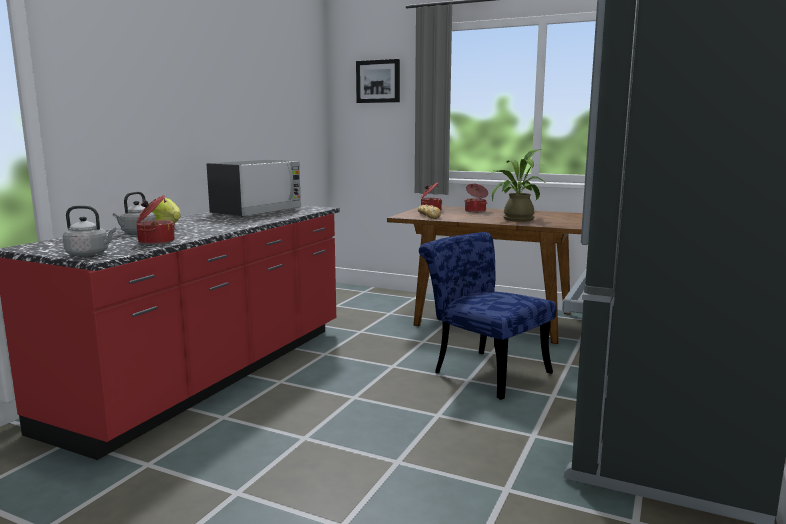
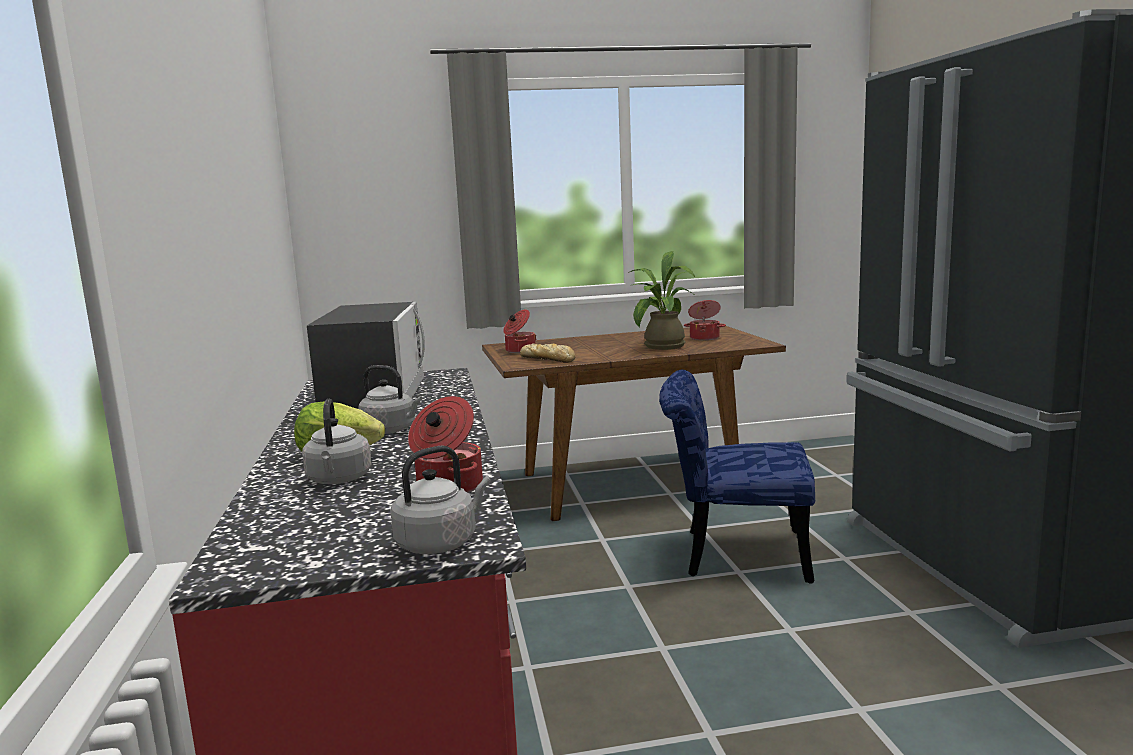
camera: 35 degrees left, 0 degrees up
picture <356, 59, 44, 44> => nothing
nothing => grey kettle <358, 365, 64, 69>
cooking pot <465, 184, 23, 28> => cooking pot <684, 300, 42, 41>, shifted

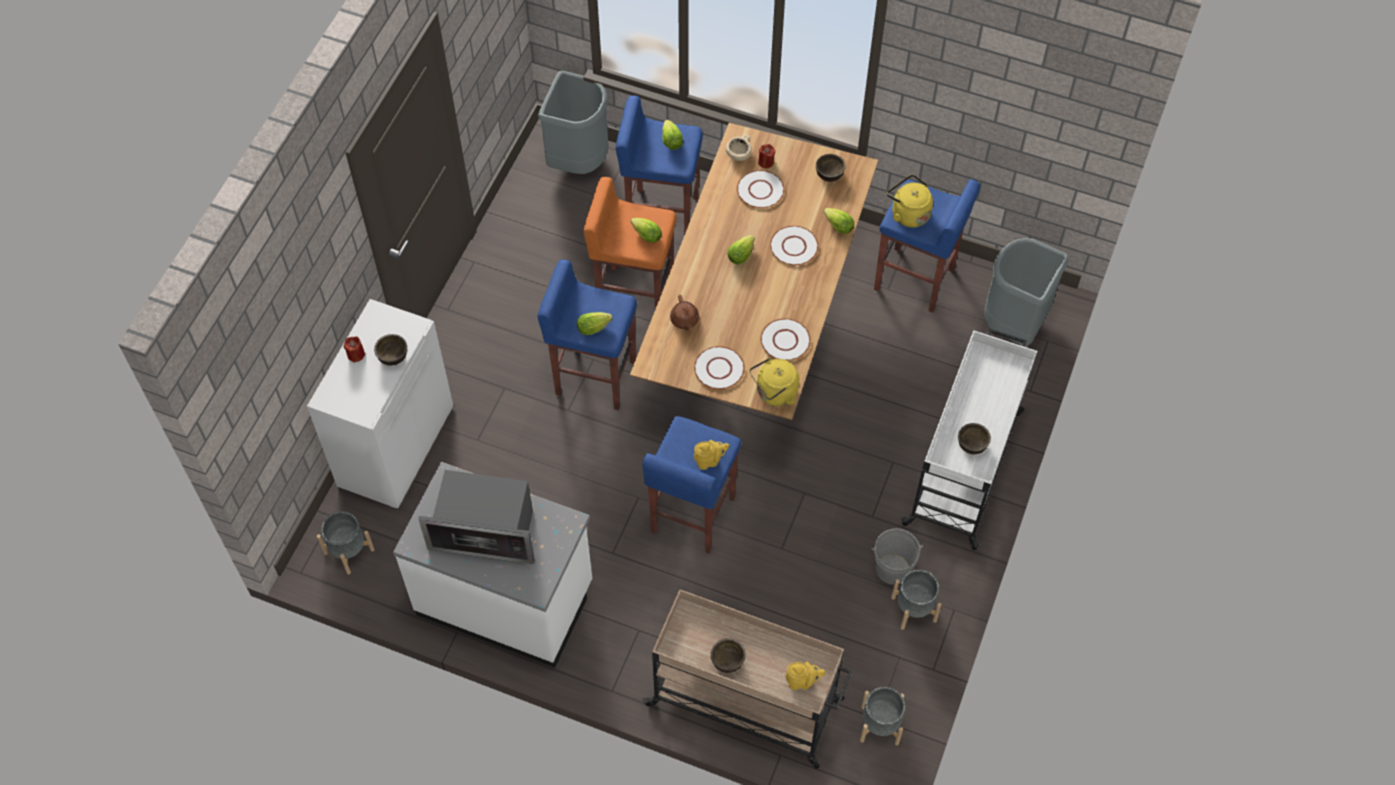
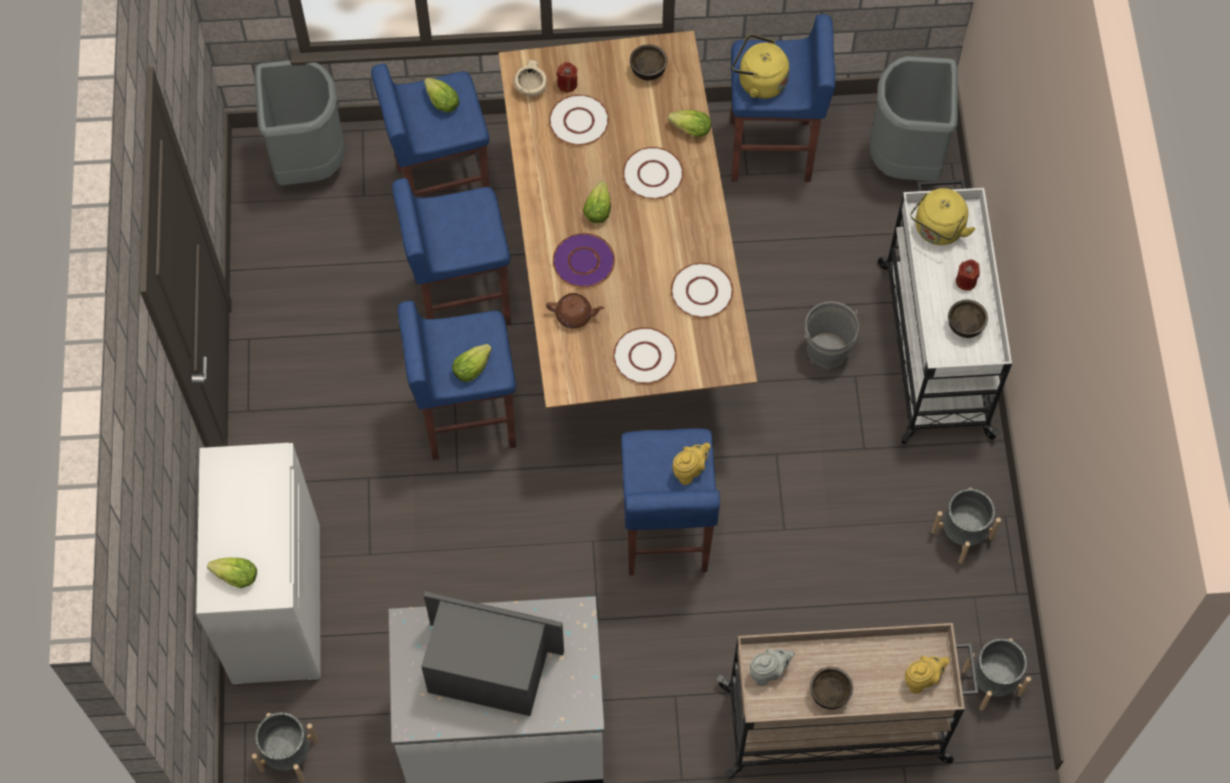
camera: 25 degrees left, 5 degrees up
brown bowl <374, 334, 33, 32> => nothing
nothing => purple plate <553, 233, 62, 55>
nothing => grey teapot <750, 648, 44, 38>
red candle <344, 336, 21, 27> => red candle <956, 260, 24, 31>, shifted
lettuce <631, 218, 31, 25> => lettuce <207, 558, 50, 30>, shifted
yellow kettle <749, 358, 50, 48> => yellow kettle <910, 188, 66, 57>, shifted
grey bucket <872, 529, 51, 56> => grey bucket <804, 301, 55, 67>, shifted
orange stool <584, 177, 93, 132> => blue stool <392, 178, 119, 148>
microwave <418, 470, 117, 94> => microwave <421, 591, 143, 125>, 150 degrees counterclockwise
brown teapot <670, 295, 29, 36> => brown teapot <546, 293, 59, 36>, 45 degrees counterclockwise

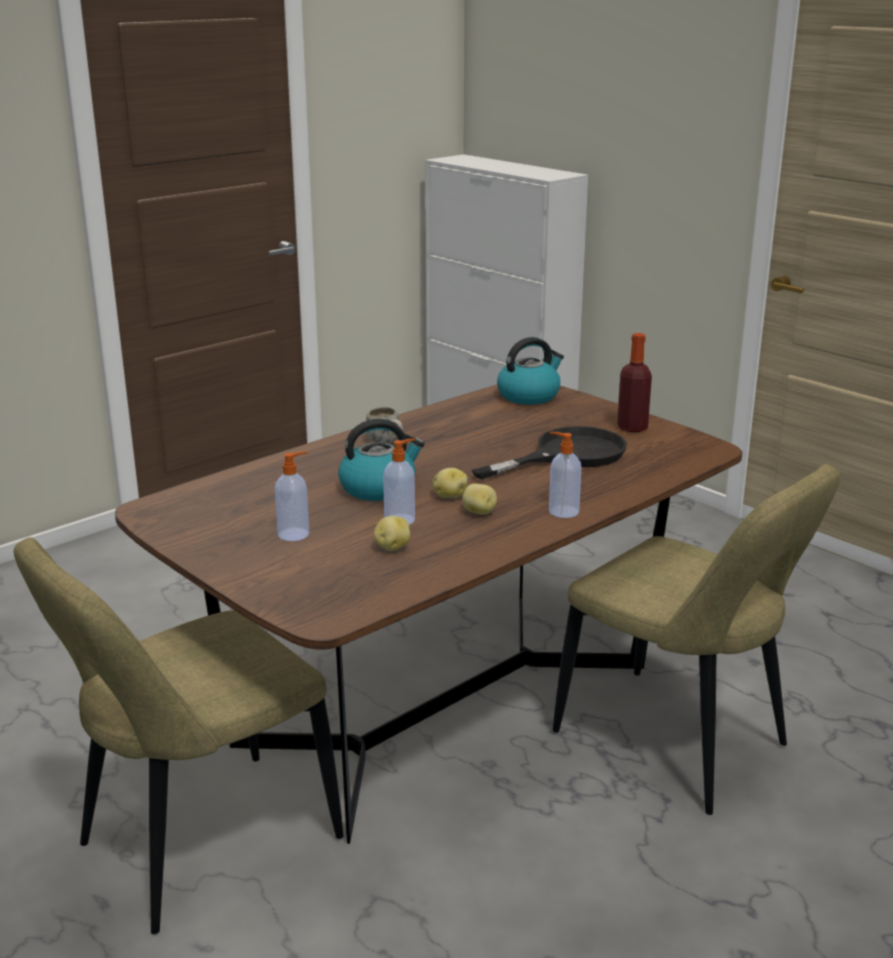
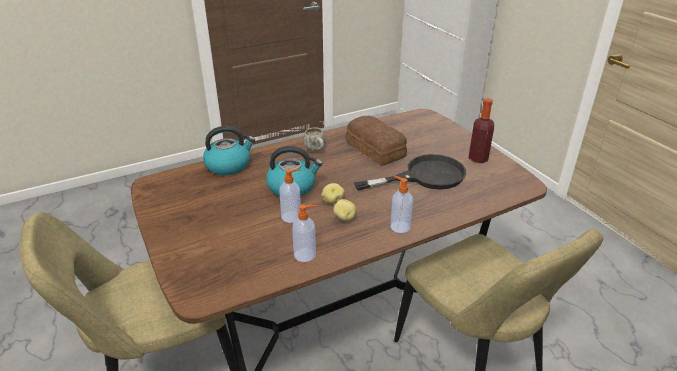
camera: 15 degrees right, 10 degrees up
potato <374, 516, 36, 35> => nothing
nothing => bread <345, 116, 62, 50>
soap dispenser <275, 452, 34, 89> => soap dispenser <292, 204, 24, 58>, shifted
kettle <497, 337, 67, 68> => kettle <203, 126, 52, 49>, shifted

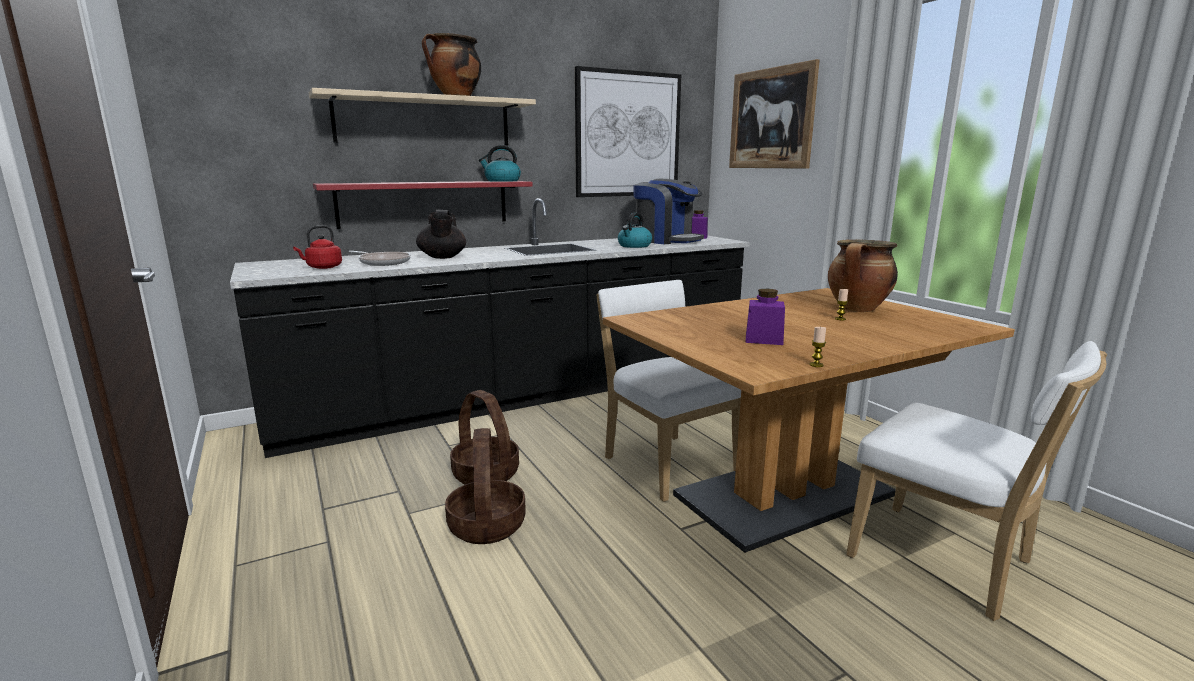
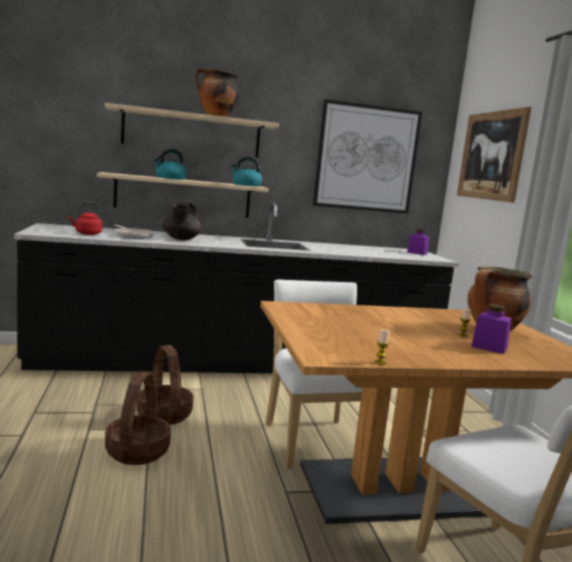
camera: 15 degrees right, 5 degrees down
coffee machine <633, 179, 71, 65> => nothing
kettle <618, 213, 34, 35> => kettle <154, 149, 33, 31>, shifted
purple jar <746, 289, 39, 56> => purple jar <471, 304, 41, 50>, shifted
red shelf <313, 181, 220, 48> => beige shelf <97, 172, 171, 46>

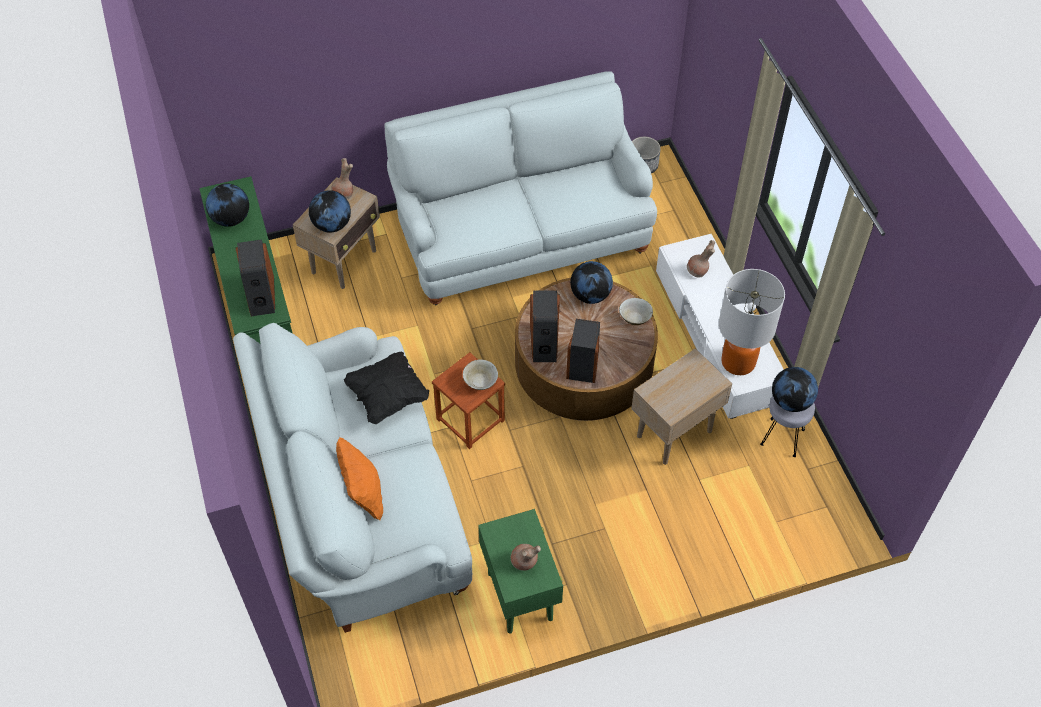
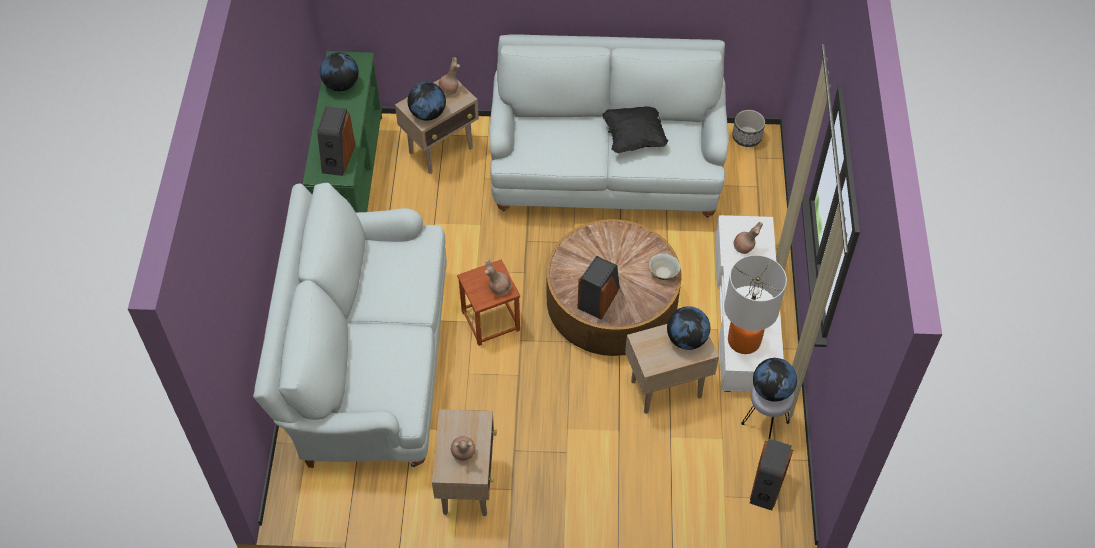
camera: 20 degrees right, 0 degrees up
orange pillow <336, 437, 47, 83> => nothing
black pillow <344, 352, 85, 72> => black pillow <603, 106, 65, 47>, shifted
speaker <530, 290, 30, 72> => speaker <750, 439, 43, 72>, shifted
globe <570, 261, 43, 43> => globe <667, 306, 43, 44>, shifted
beige bowl <463, 359, 35, 31> => brown vase <485, 260, 26, 35>
green side table <478, 509, 85, 125> => beige side table <432, 409, 65, 107>

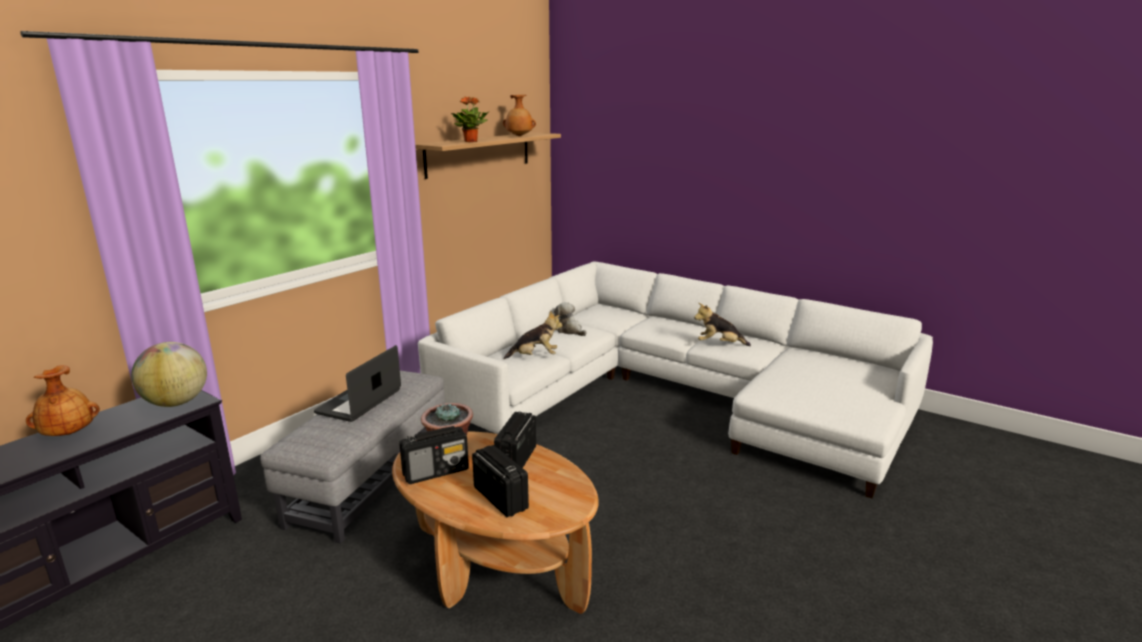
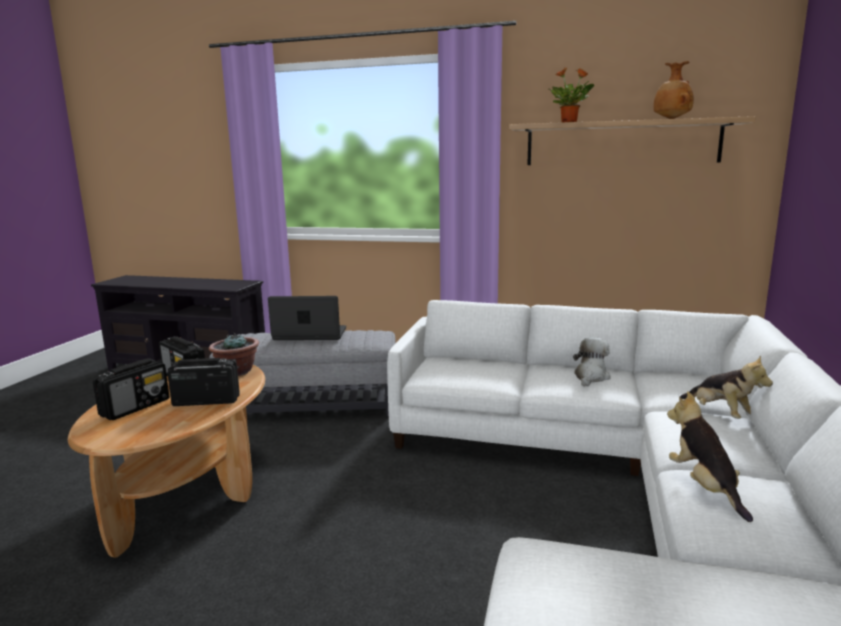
camera: 70 degrees right, 5 degrees down
brown vase <26, 365, 74, 71> => nothing
globe <131, 342, 76, 65> => nothing
plush toy <503, 311, 60, 48> => plush toy <680, 355, 93, 64>, shifted

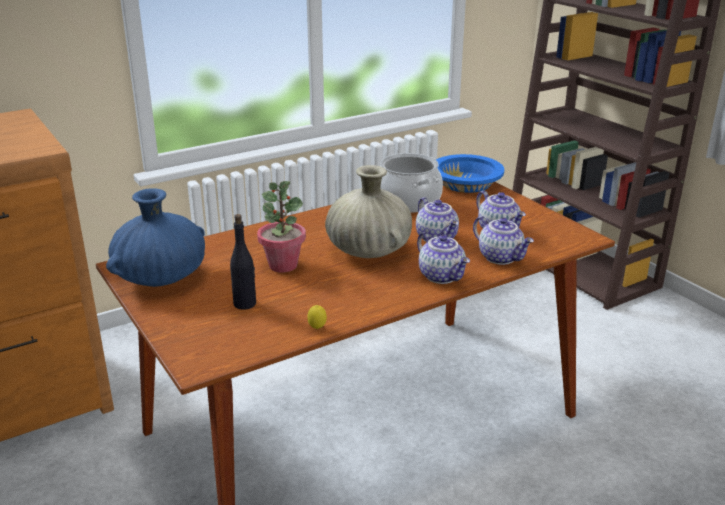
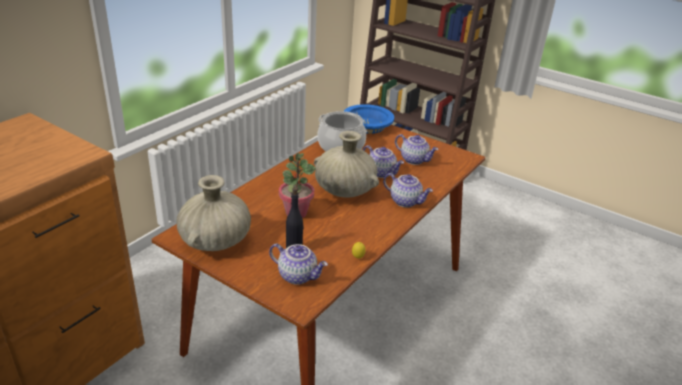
camera: 25 degrees left, 5 degrees up
teapot <473, 216, 61, 49> => teapot <269, 243, 59, 42>, shifted
blue vase <106, 188, 99, 99> => beige vase <176, 175, 75, 76>

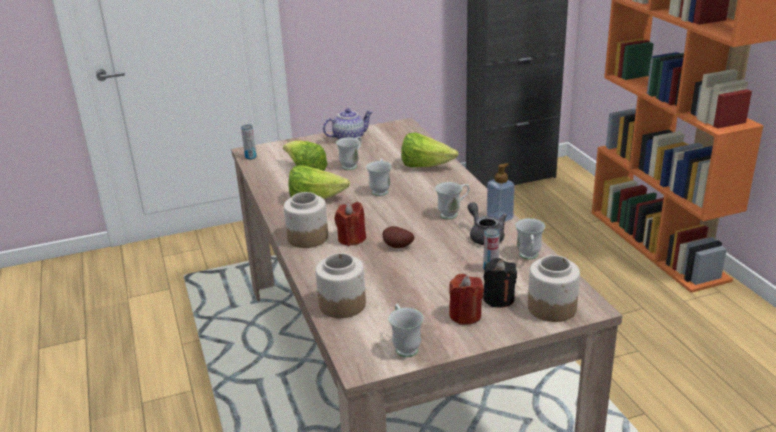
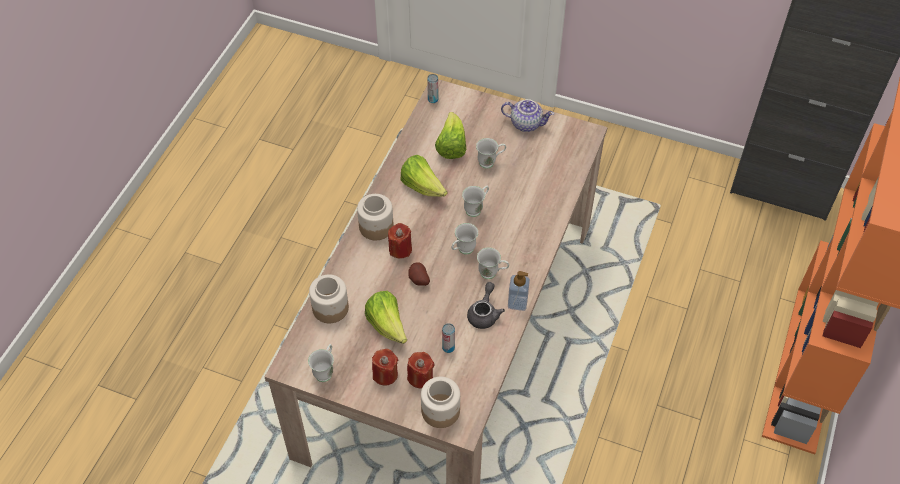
camera: 40 degrees right, 25 degrees up
lettuce <401, 132, 57, 35> => lettuce <365, 291, 42, 53>, shifted
white mug <515, 218, 30, 42> => white mug <452, 223, 26, 32>, shifted
black candle <483, 258, 34, 50> => red candle <407, 352, 27, 36>

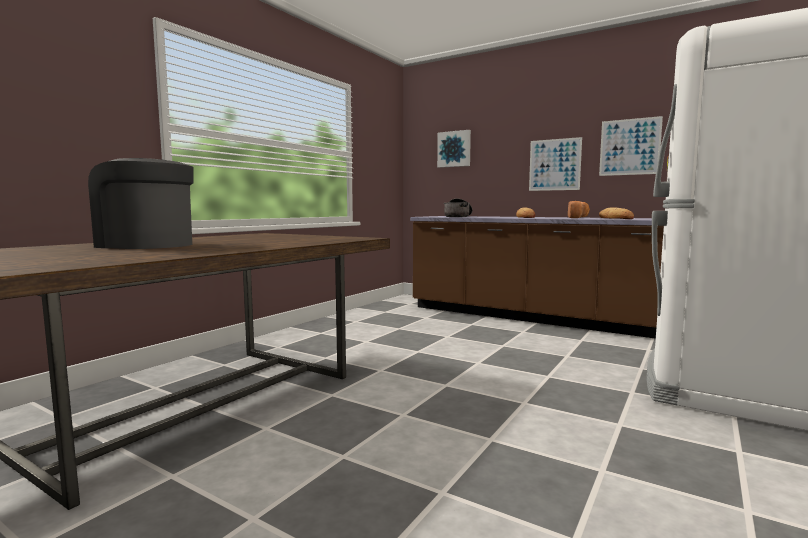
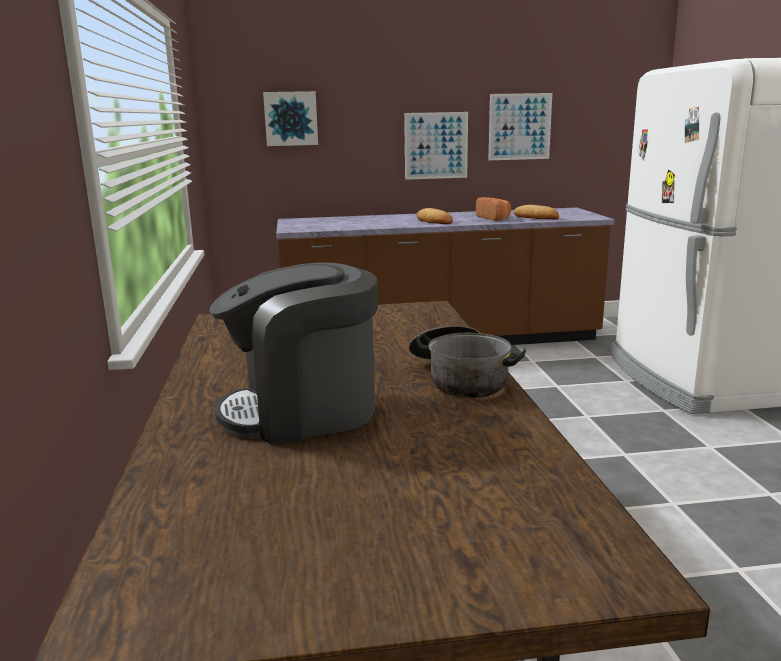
camera: 40 degrees left, 10 degrees up
cooking pot <444, 198, 28, 19> => cooking pot <409, 326, 117, 72>, shifted

